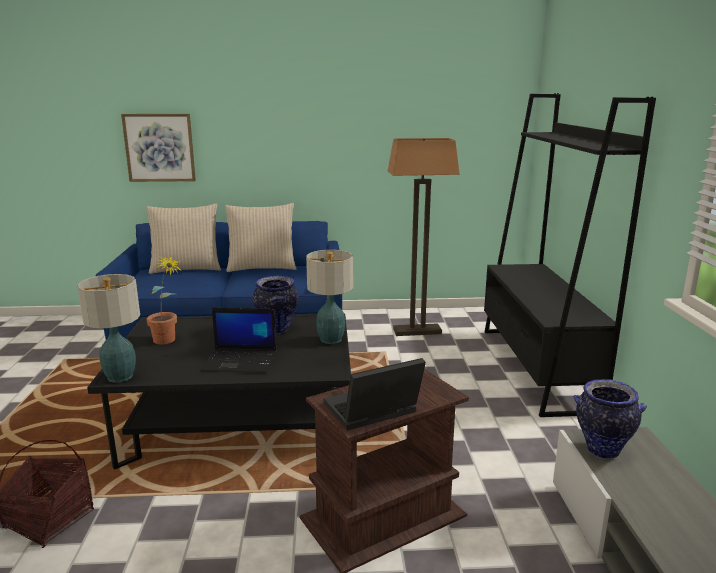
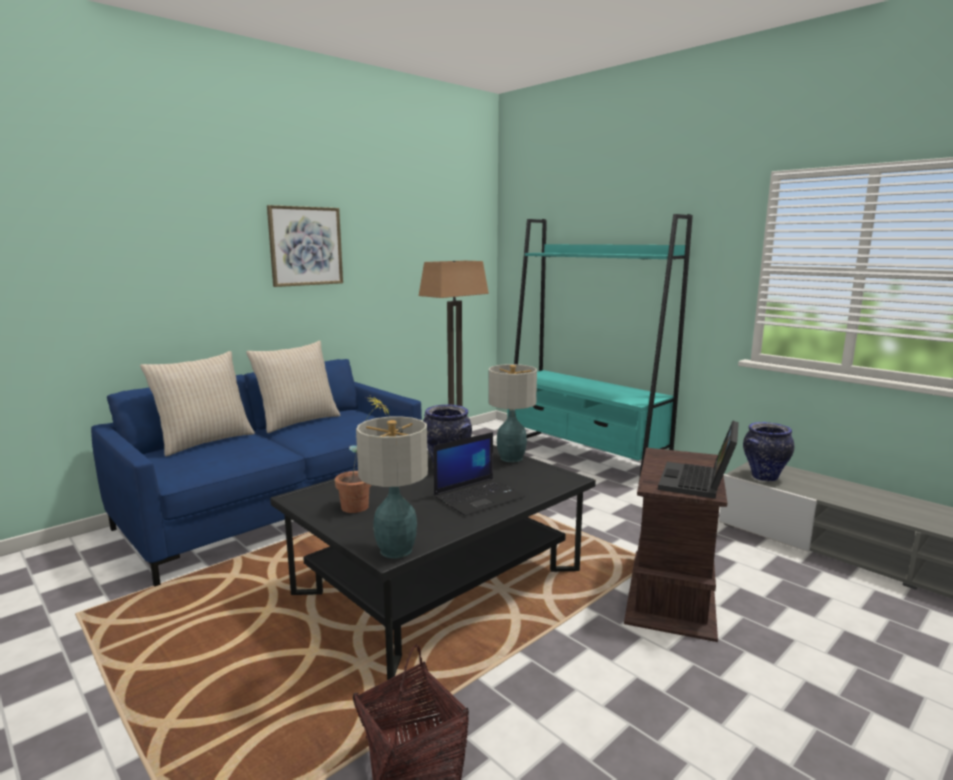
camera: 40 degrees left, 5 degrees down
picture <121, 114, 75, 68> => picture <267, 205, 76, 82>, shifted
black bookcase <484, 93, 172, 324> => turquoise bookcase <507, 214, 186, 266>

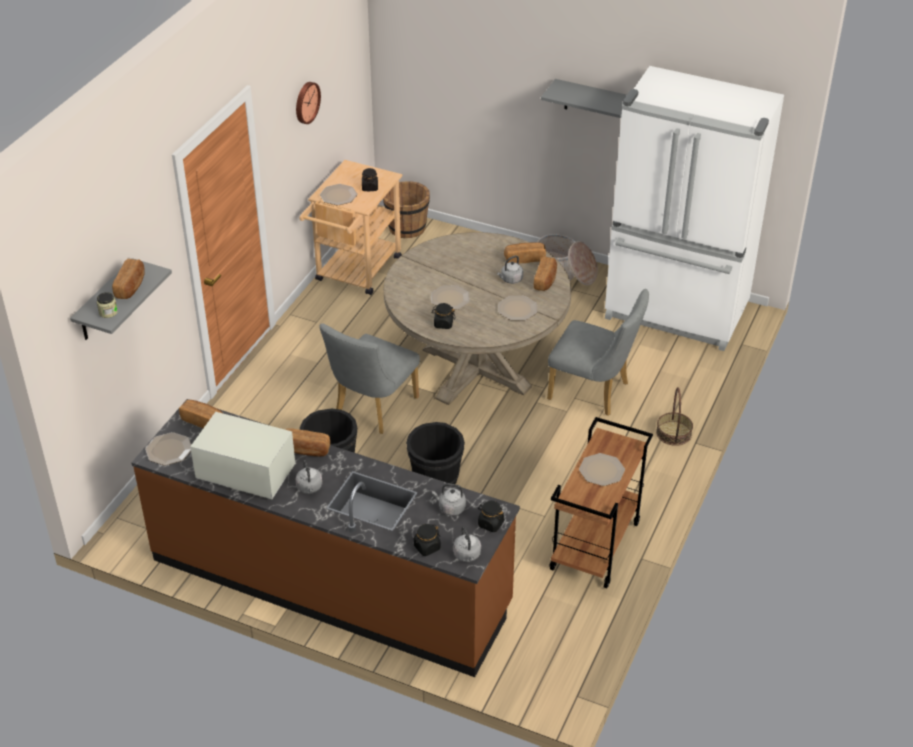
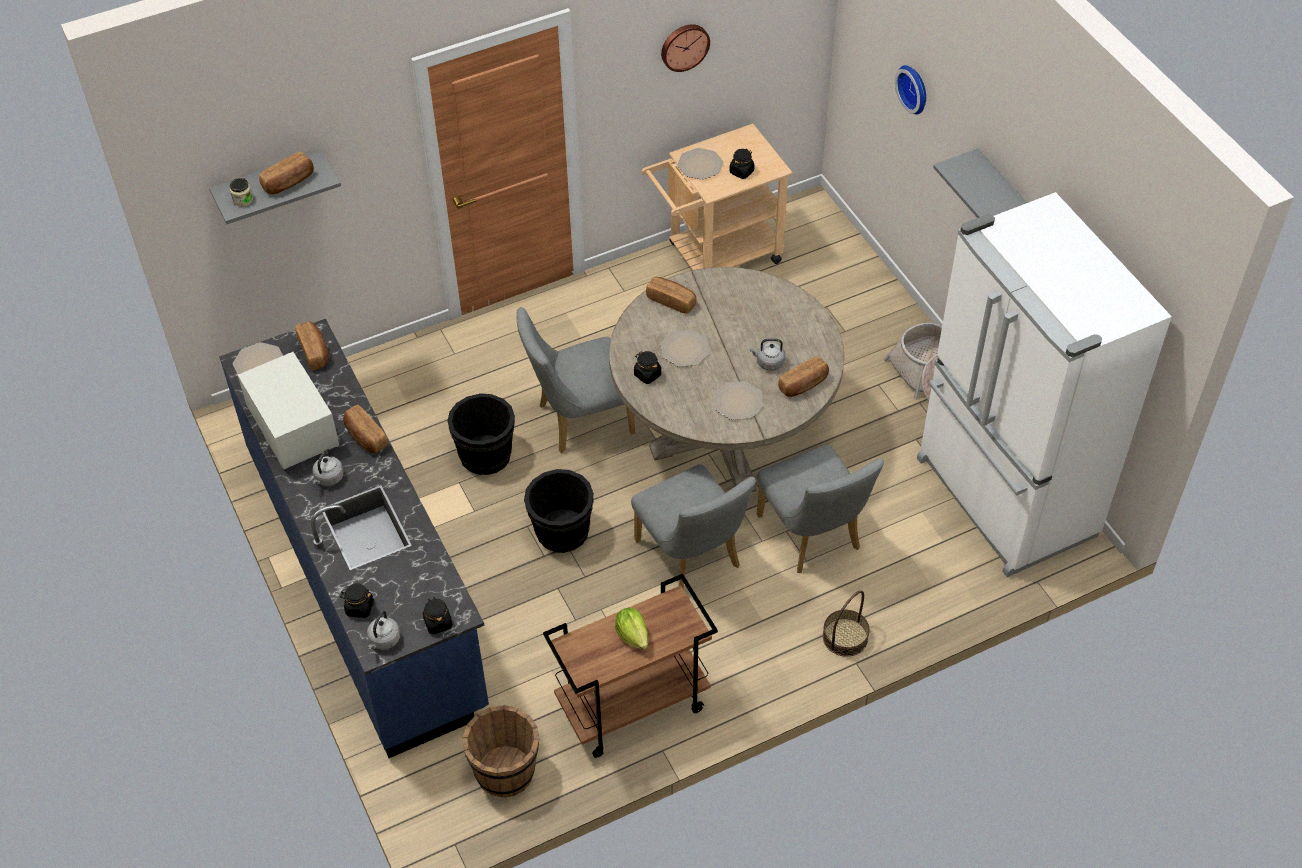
camera: 40 degrees right, 10 degrees up
grey kettle <432, 484, 34, 32> => nothing
nothing => grey chair <631, 464, 125, 126>
nothing => wall clock <895, 65, 31, 50>
brown bucket <383, 181, 47, 57> => brown bucket <462, 705, 77, 93>, shifted
bread <504, 242, 42, 22> => bread <646, 277, 50, 37>, shifted
plate <579, 453, 46, 33> => lettuce <615, 608, 33, 42>
brown counter <131, 399, 389, 278> => blue counter <219, 319, 270, 439>

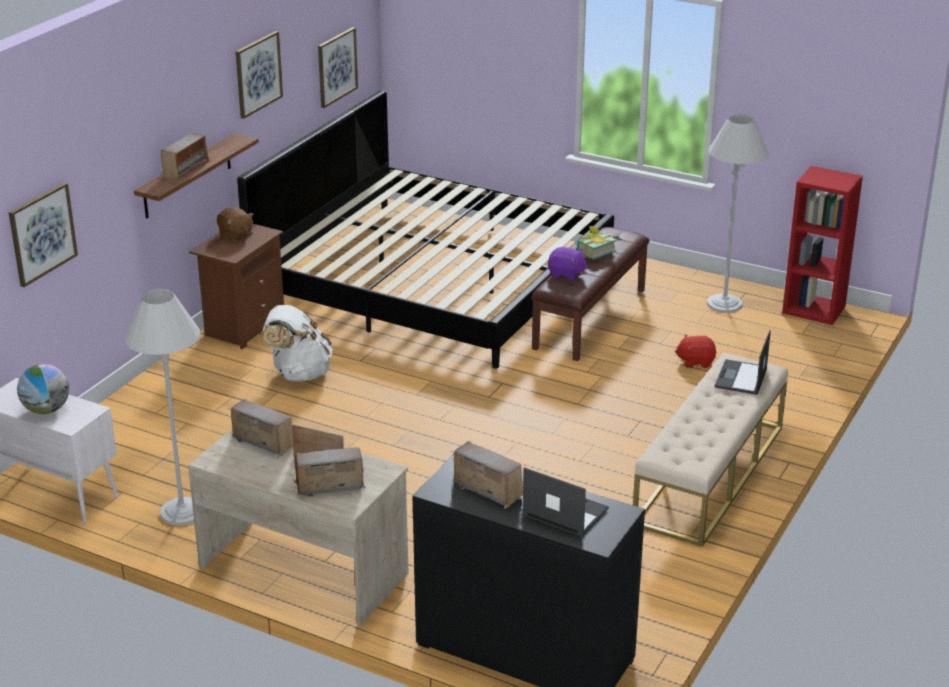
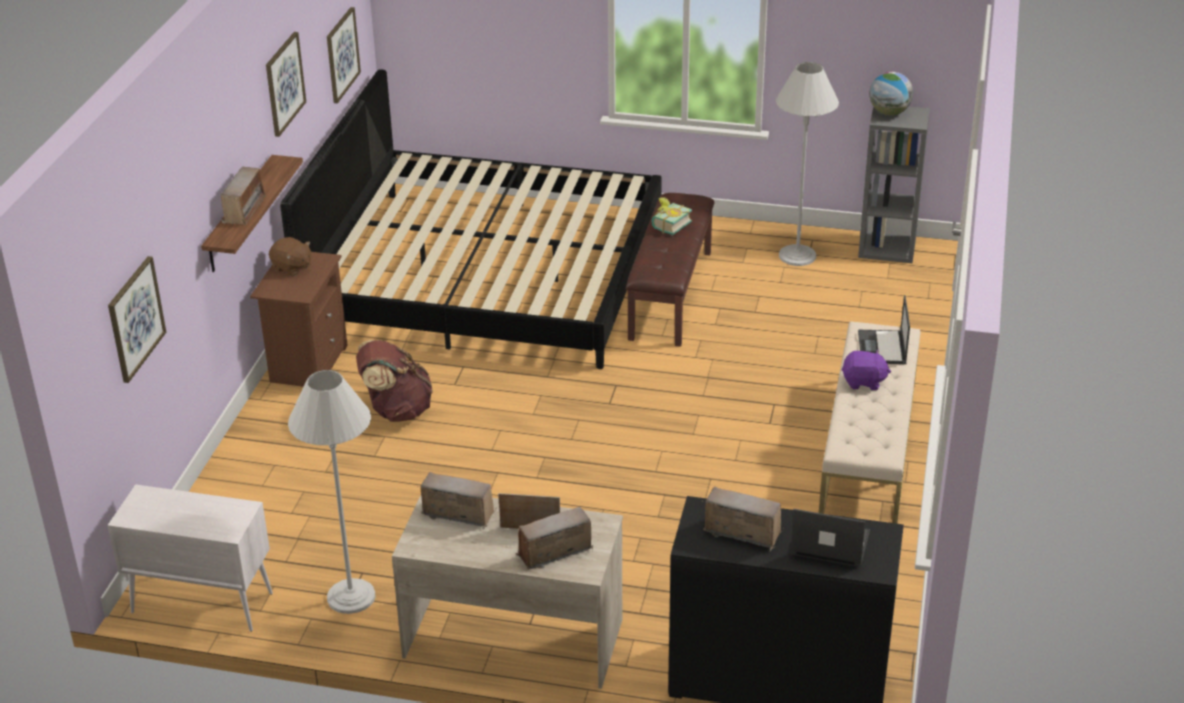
camera: 15 degrees left, 5 degrees up
red plush toy <675, 334, 41, 34> => nothing
globe <17, 364, 52, 50> => globe <869, 72, 44, 43>, shifted
purple plush toy <548, 247, 40, 33> => purple plush toy <842, 350, 49, 40>, shifted
white backpack <263, 305, 70, 76> => brown backpack <356, 340, 77, 82>
red bookcase <782, 166, 81, 159> => grey bookcase <858, 106, 72, 157>

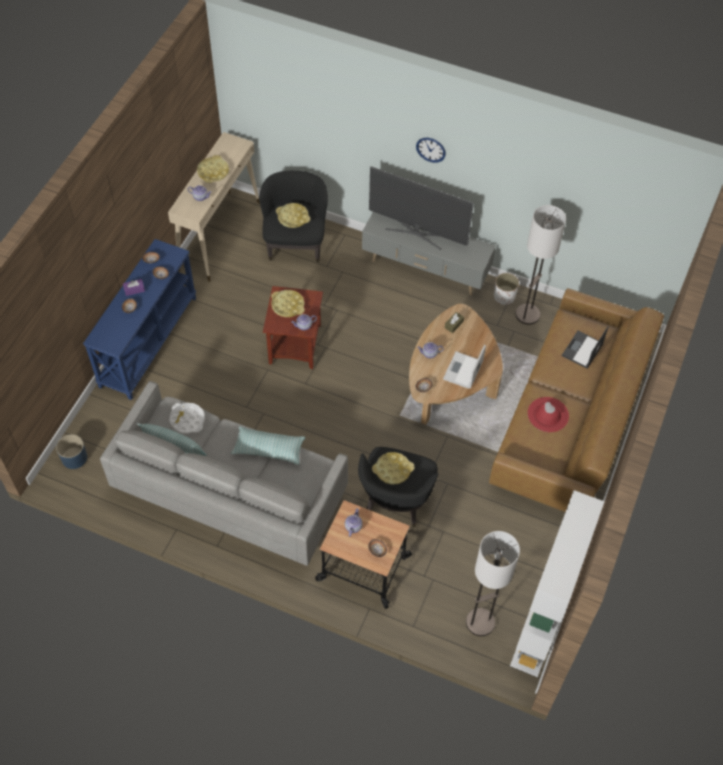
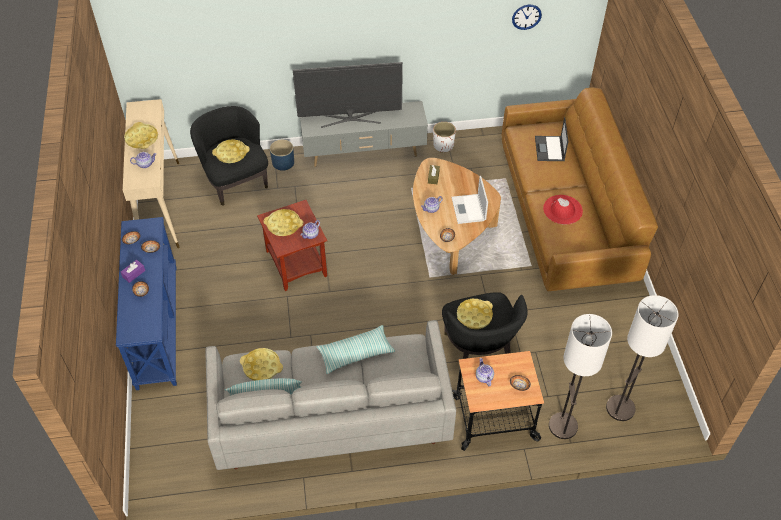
camera: 30 degrees left, 5 degrees down
white bookcase <510, 490, 95, 187> => nothing
blue planter <56, 434, 31, 35> => blue planter <270, 140, 24, 31>, shifted
wall clock <416, 138, 30, 25> => wall clock <512, 5, 30, 25>, shifted
floor lamp <516, 205, 50, 120> => floor lamp <549, 314, 63, 125>, shifted
white tray <170, 403, 35, 31> => yellow tray <240, 348, 43, 33>

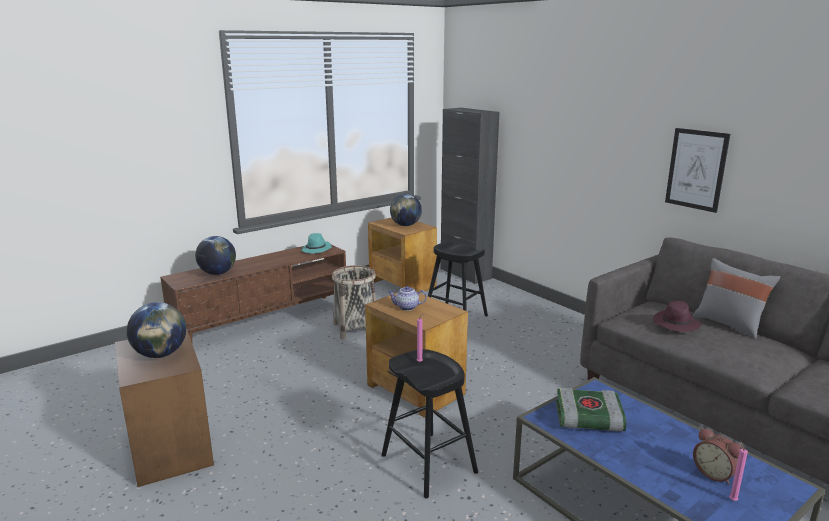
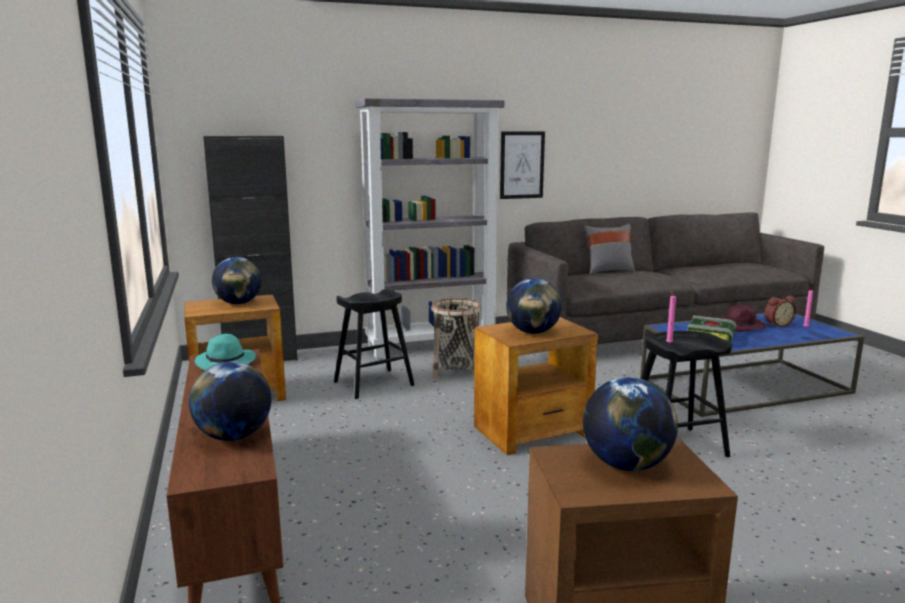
camera: 70 degrees left, 5 degrees down
nothing => grey bookcase <355, 98, 149, 261>
basket <332, 265, 44, 75> => basket <431, 298, 50, 81>, shifted
purple hat <653, 301, 48, 31> => purple hat <719, 304, 47, 28>, shifted
teapot <388, 286, 39, 25> => globe <506, 278, 56, 56>

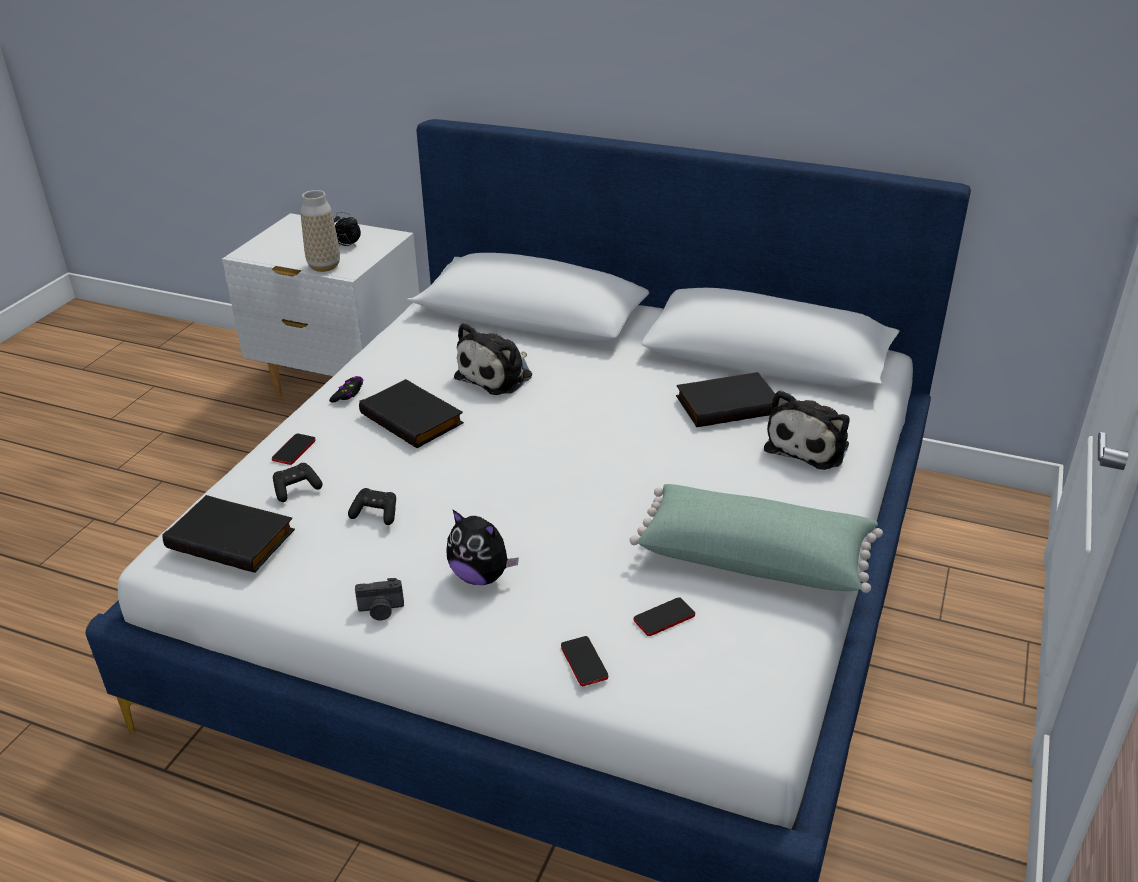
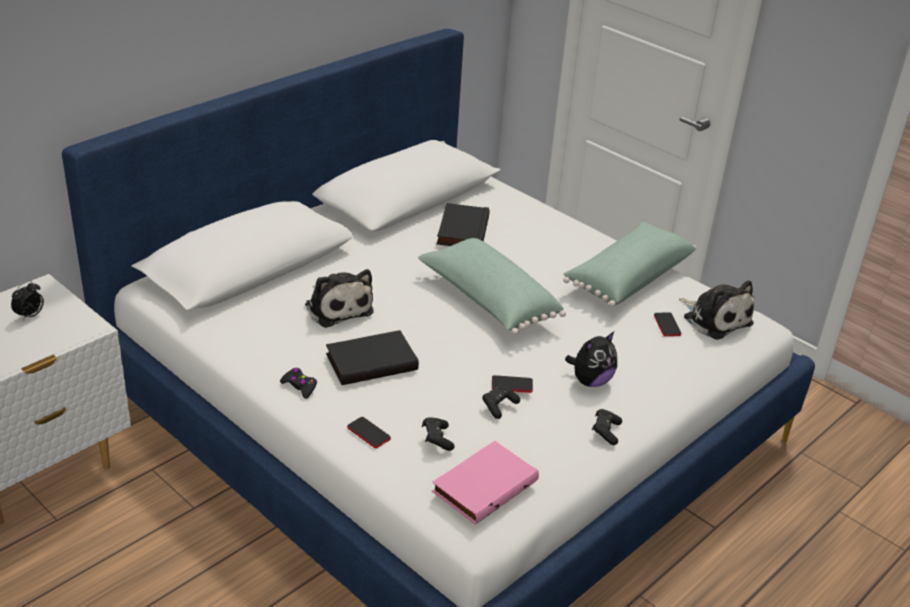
camera: 70 degrees left, 0 degrees up
vase <300, 190, 40, 82> => nothing
nothing => green pillow <418, 238, 148, 97>
phone <561, 636, 47, 50> => phone <492, 375, 41, 18>, shifted
plush toy <764, 390, 86, 80> => plush toy <679, 280, 76, 60>, shifted
photo camera <355, 578, 49, 42> => black game controller <592, 409, 30, 36>
black book <163, 495, 132, 78> => pink book <432, 441, 107, 84>

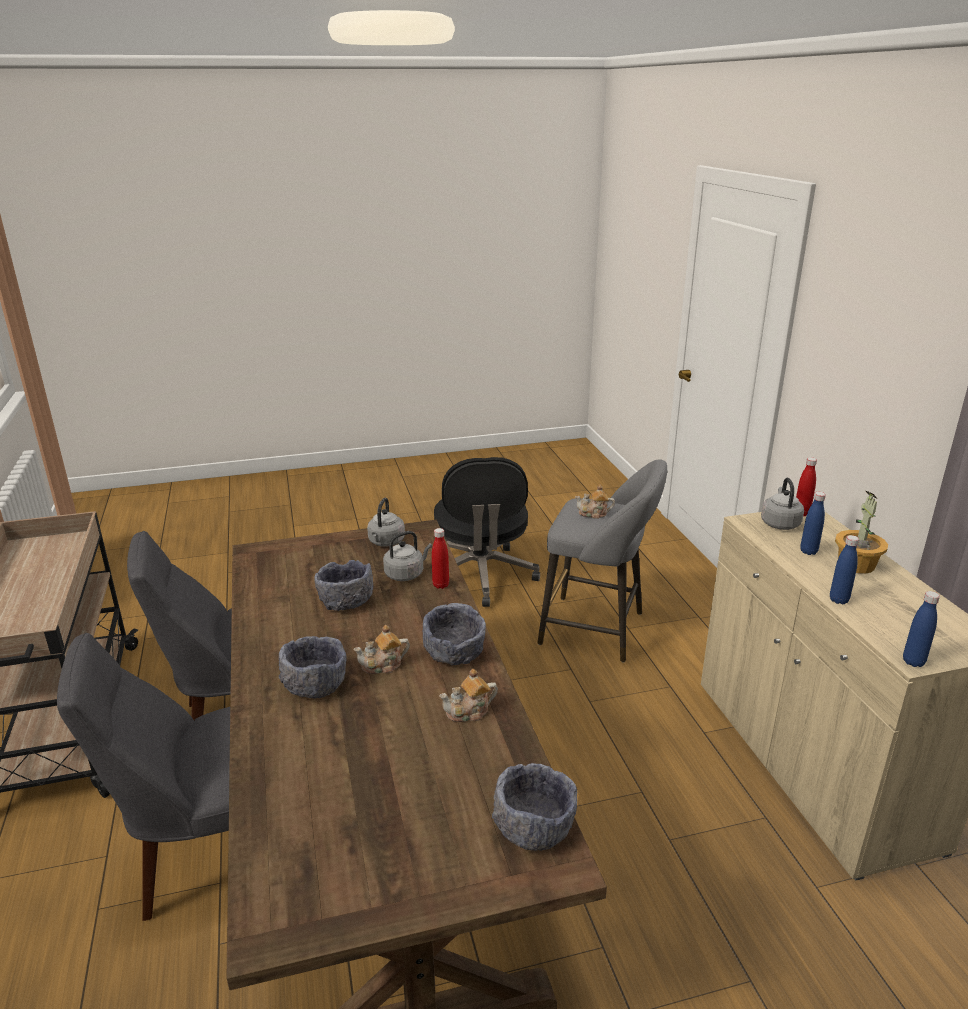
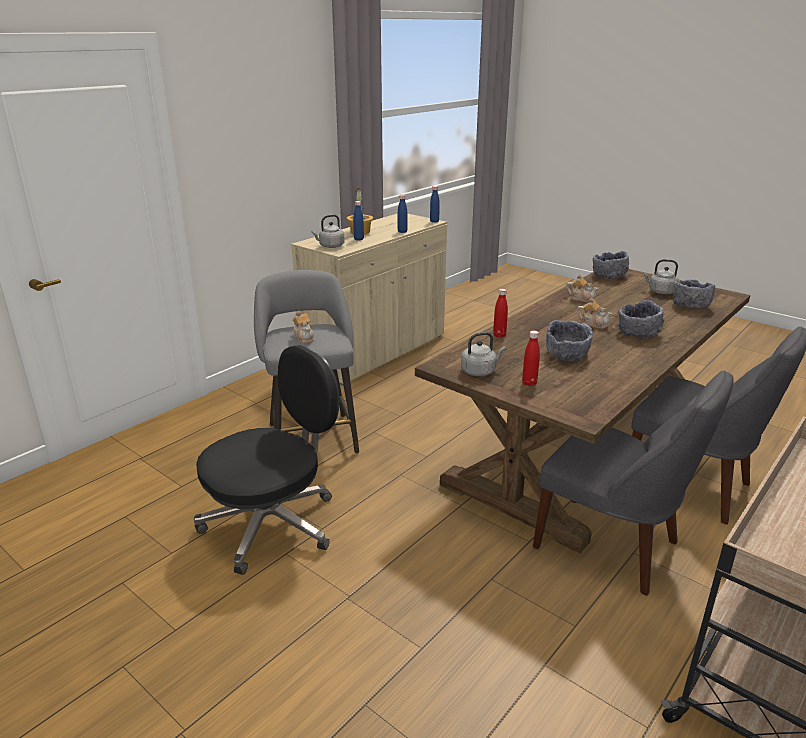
camera: 125 degrees left, 0 degrees up
grey kettle <383, 531, 49, 50> => grey kettle <643, 259, 36, 35>, shifted
grey bowl <422, 603, 64, 62> => grey bowl <673, 279, 42, 30>, shifted
red bottle <796, 457, 21, 59> => red bottle <522, 331, 18, 55>, shifted

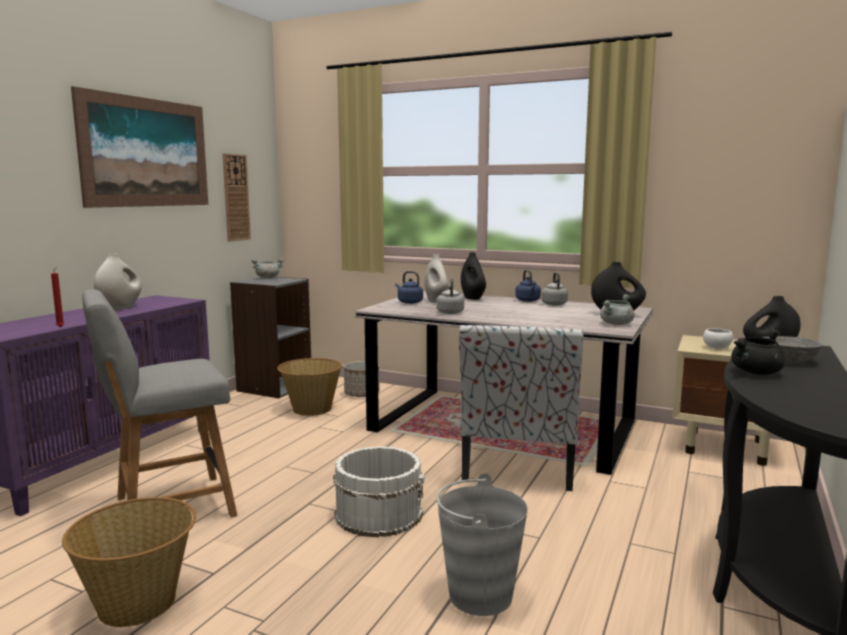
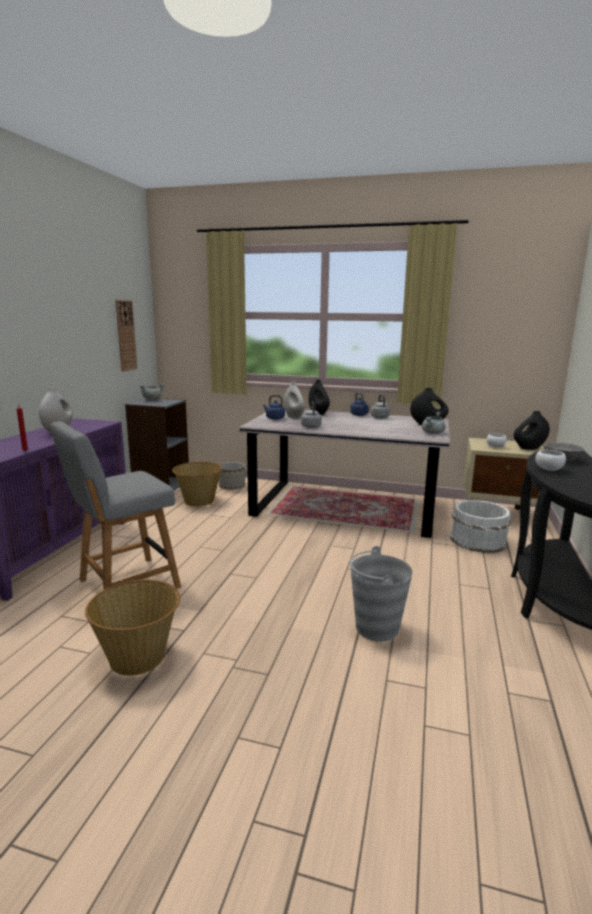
camera: 10 degrees left, 5 degrees up
picture <71, 86, 137, 122> => nothing
chair <459, 325, 125, 166> => nothing
white bucket <333, 446, 92, 91> => white bucket <450, 500, 61, 53>, shifted
black cooking pot <731, 329, 54, 46> => white bowl <535, 450, 31, 21>

